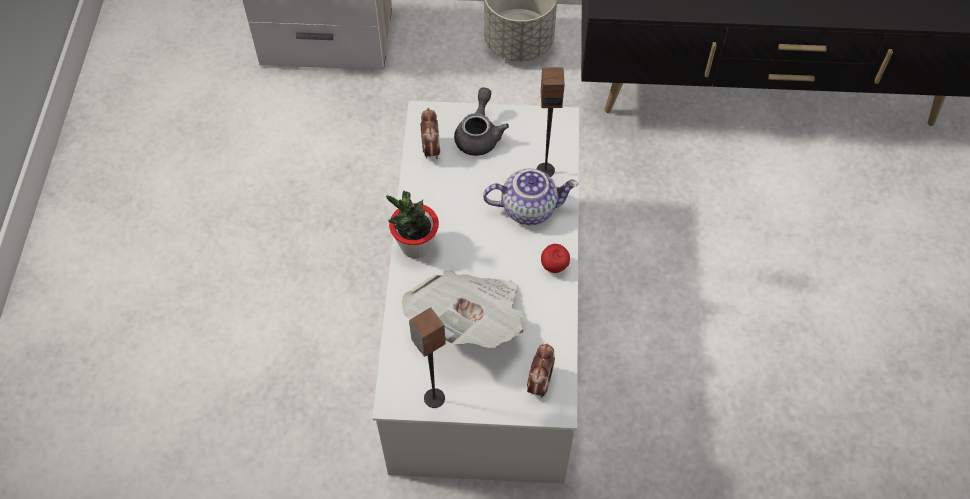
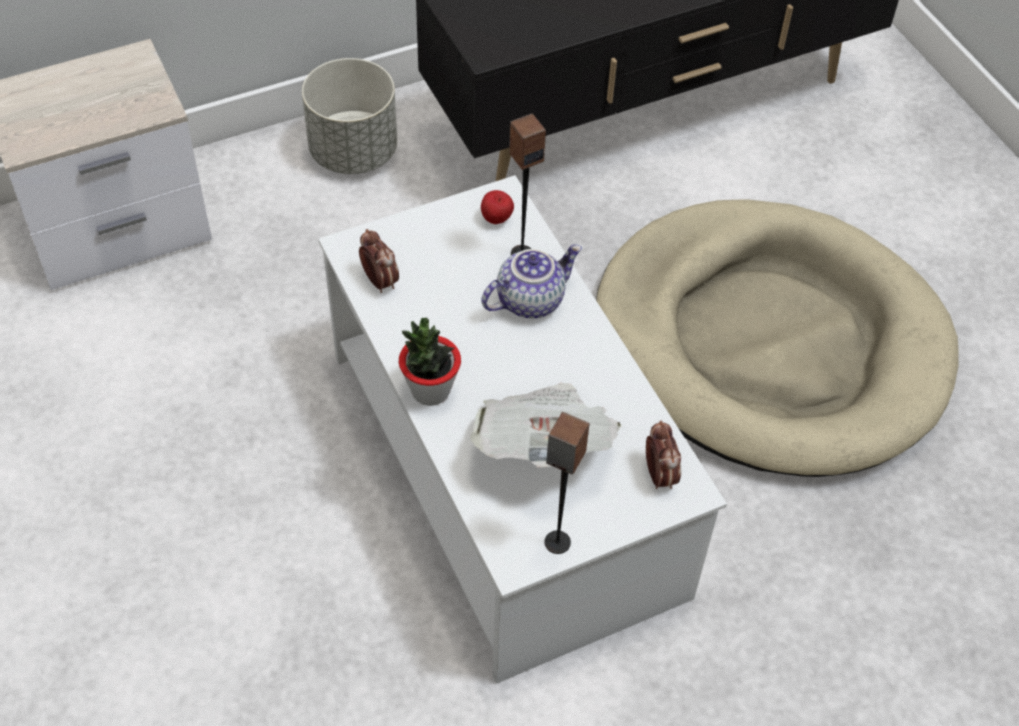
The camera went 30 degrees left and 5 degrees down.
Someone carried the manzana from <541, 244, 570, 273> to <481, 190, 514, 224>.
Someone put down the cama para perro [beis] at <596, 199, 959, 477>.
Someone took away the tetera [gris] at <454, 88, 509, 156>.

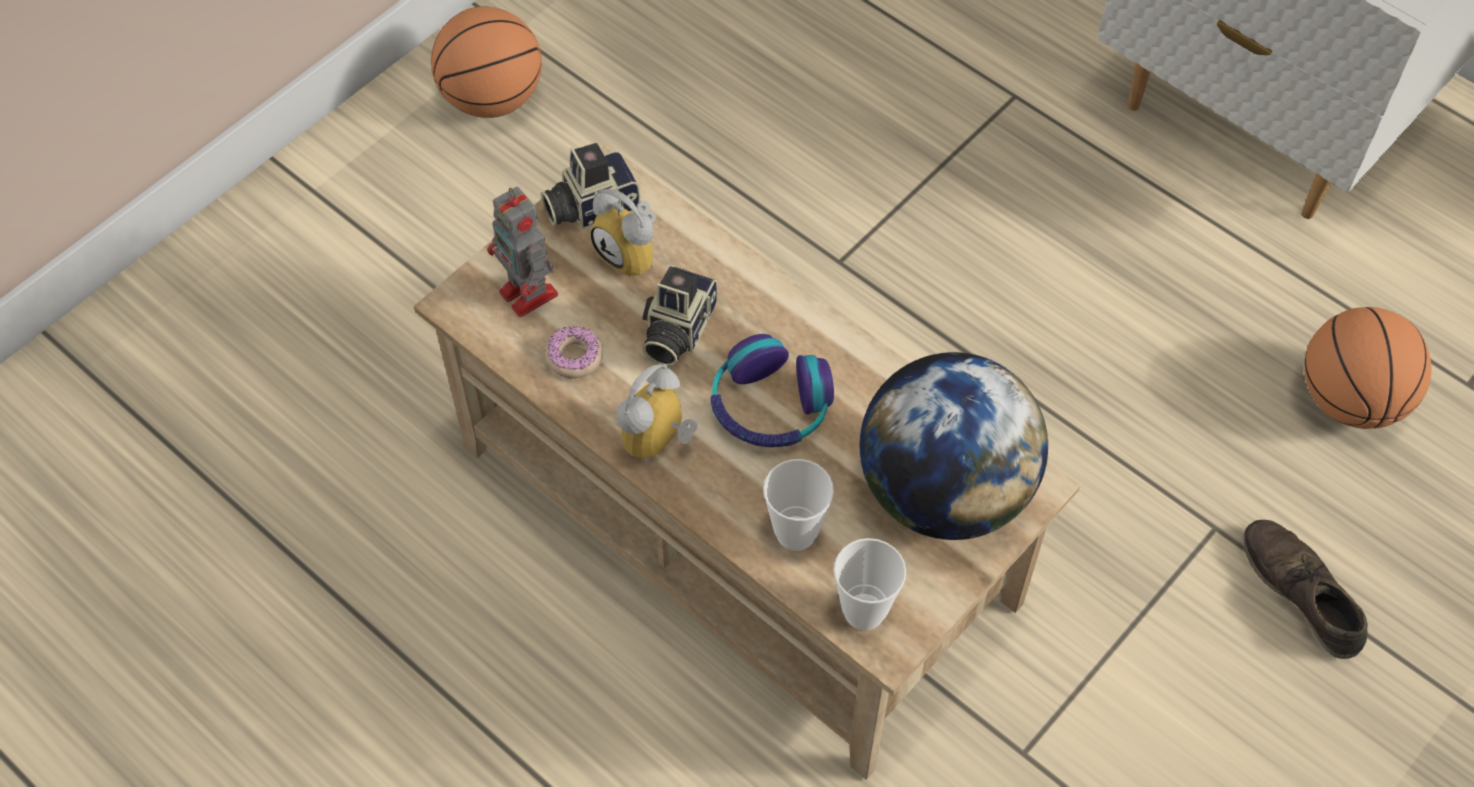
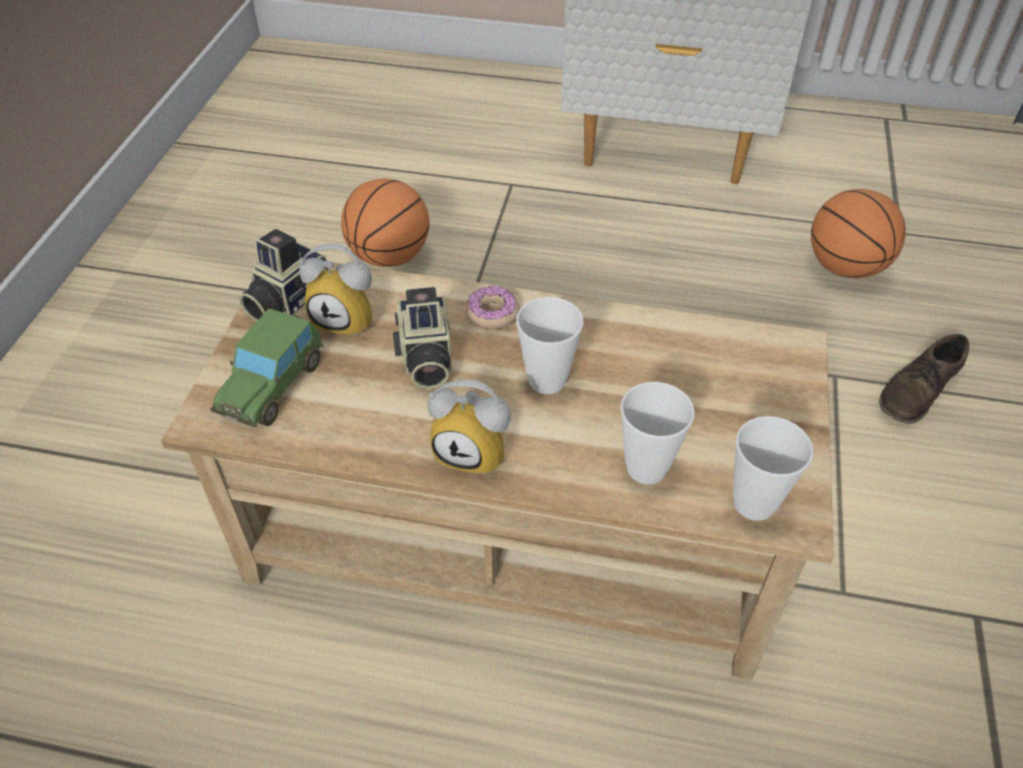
The camera went 30 degrees left and 10 degrees down.
Someone swapped the robot de juguete at <487, 187, 558, 317> for the coche de juguete at <210, 308, 323, 427>.
Someone carried the balón de baloncesto from <431, 7, 542, 118> to <341, 179, 430, 267>.
Someone rotated the despertador at <616, 364, 697, 465> by 75 degrees counterclockwise.
Someone carried the rosquilla from <545, 326, 603, 379> to <466, 285, 520, 329>.
Someone swapped the auriculares at <710, 334, 834, 447> for the taza at <516, 297, 584, 394>.
Someone rotated the zapato [marrón] at <1243, 520, 1368, 659> by 75 degrees counterclockwise.
Someone took away the globo terráqueo at <860, 352, 1048, 540>.

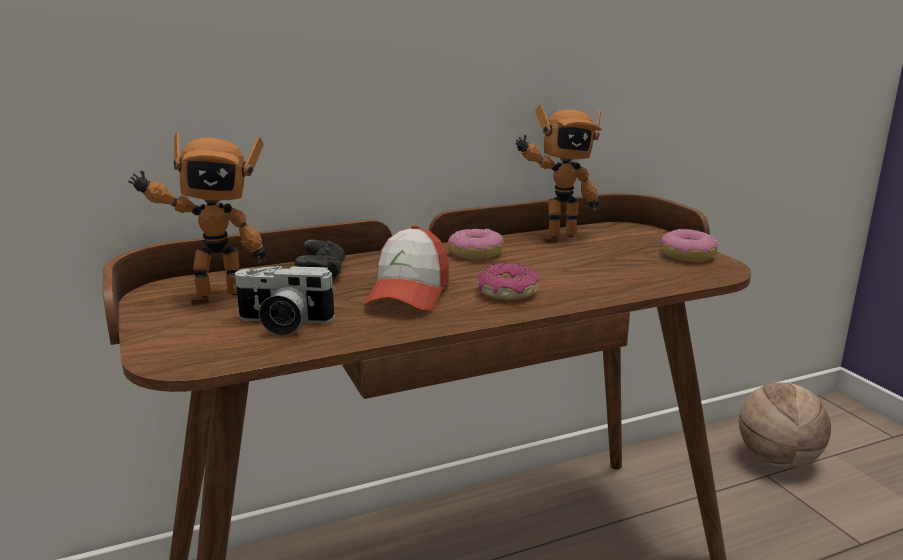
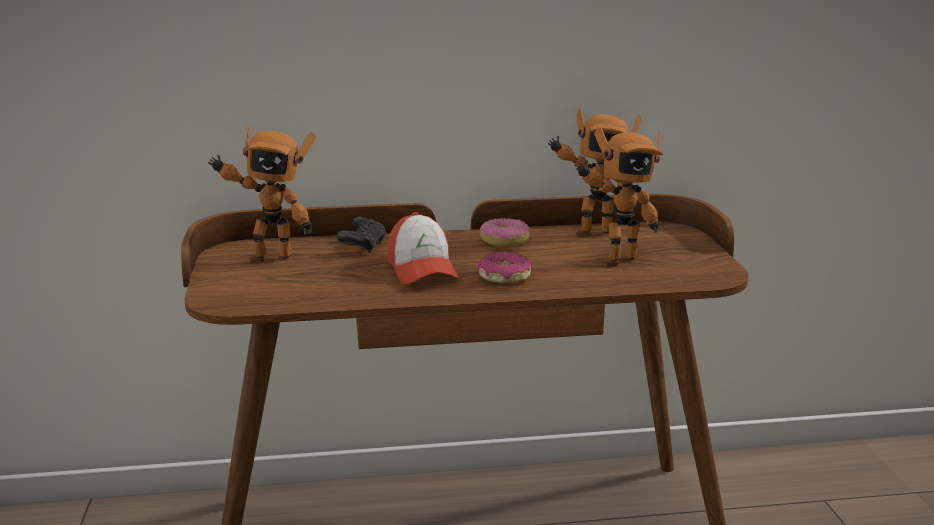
The camera went 15 degrees right and 0 degrees up.
Someone rotated the gorra at <363, 225, 449, 311> by 45 degrees counterclockwise.
Someone put down the robot de juguete at <576, 128, 664, 267>.
Someone took away the cámara at <233, 266, 336, 336>.
Someone took away the rosquilla at <661, 229, 718, 262>.
Someone took away the balón de baloncesto at <739, 382, 831, 468>.

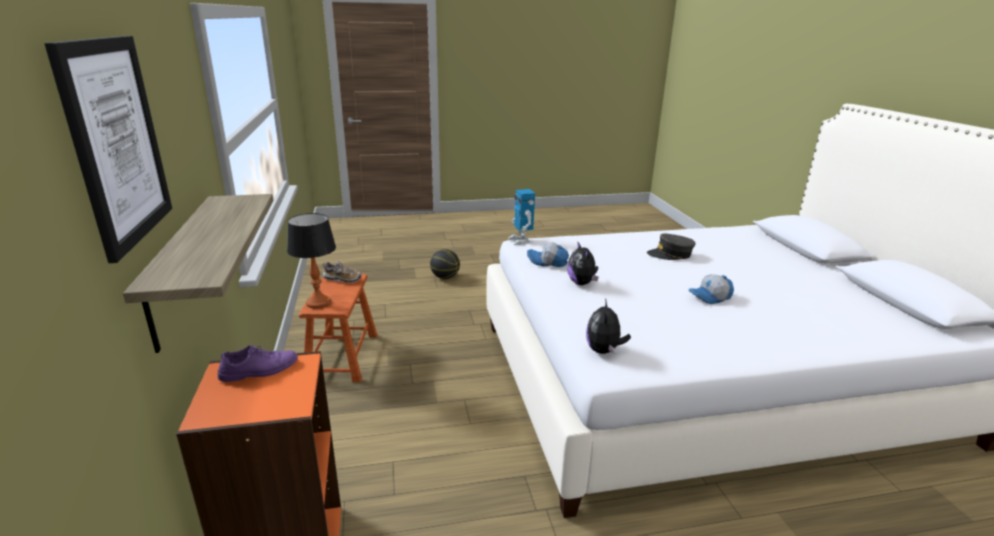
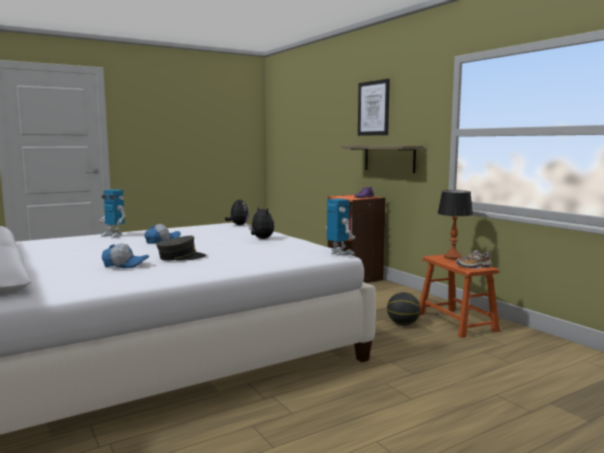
The camera went 160 degrees right and 15 degrees down.
Someone put down the robot de juguete at <100, 189, 126, 238>.
Someone carried the gorra from <527, 242, 569, 267> to <102, 243, 149, 268>.
Someone carried the balón de baloncesto from <430, 249, 460, 279> to <387, 292, 421, 325>.

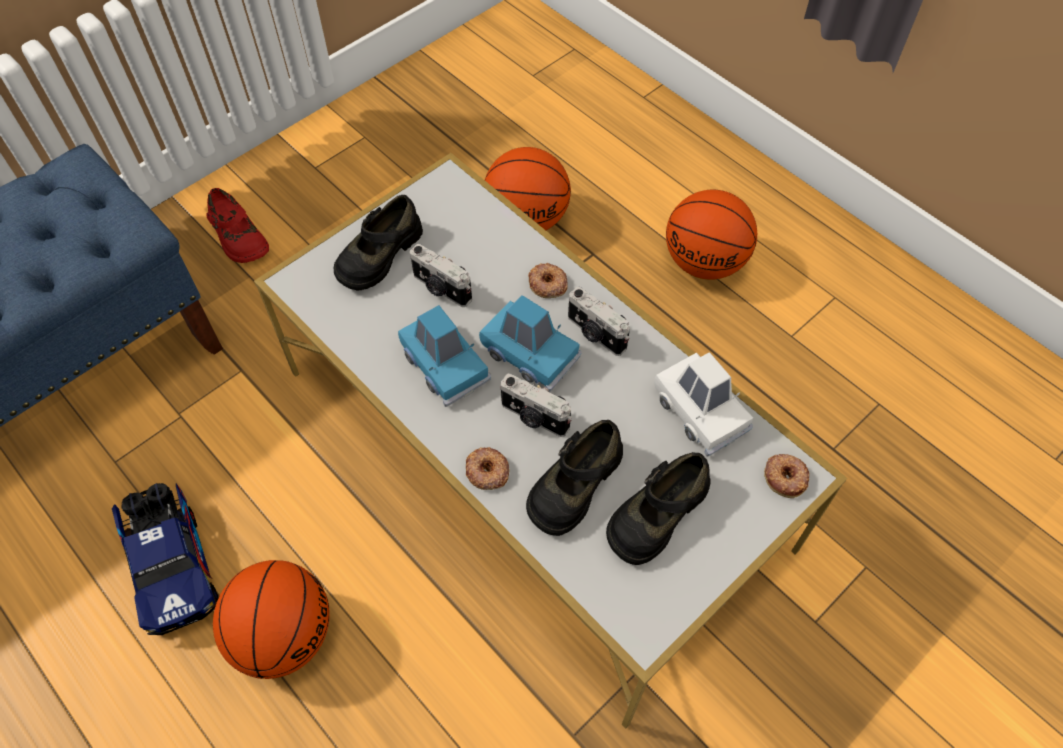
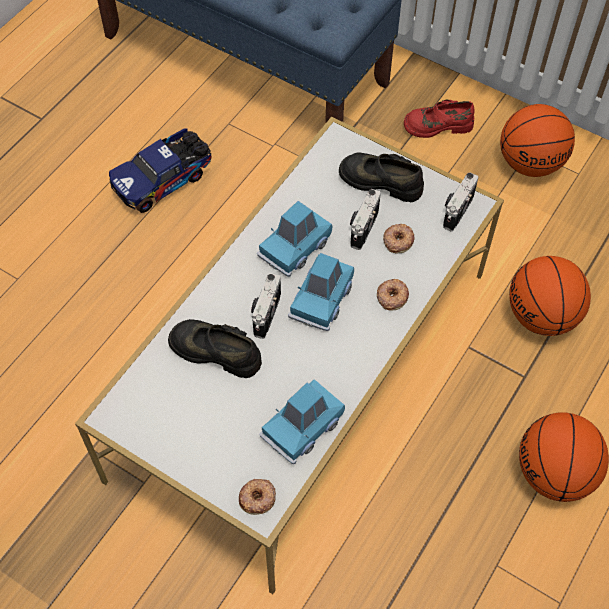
The camera went 75 degrees right and 0 degrees up.
Someone repainted the coche de juguete [blanco] at <654, 352, 753, 457>, which became the coche de juguete [azul] at <259, 379, 345, 464>.
Someone carried the rosquilla from <466, 447, 509, 490> to <383, 224, 415, 253>.
Someone rotated the zapato [rojo] at <206, 188, 269, 263> by 45 degrees clockwise.
Someone carried the cámara from <568, 286, 630, 356> to <443, 173, 478, 232>.
Someone carried the balón de baloncesto from <213, 560, 330, 679> to <500, 104, 575, 177>.
Someone took away the zapato [negro] at <606, 452, 711, 565>.

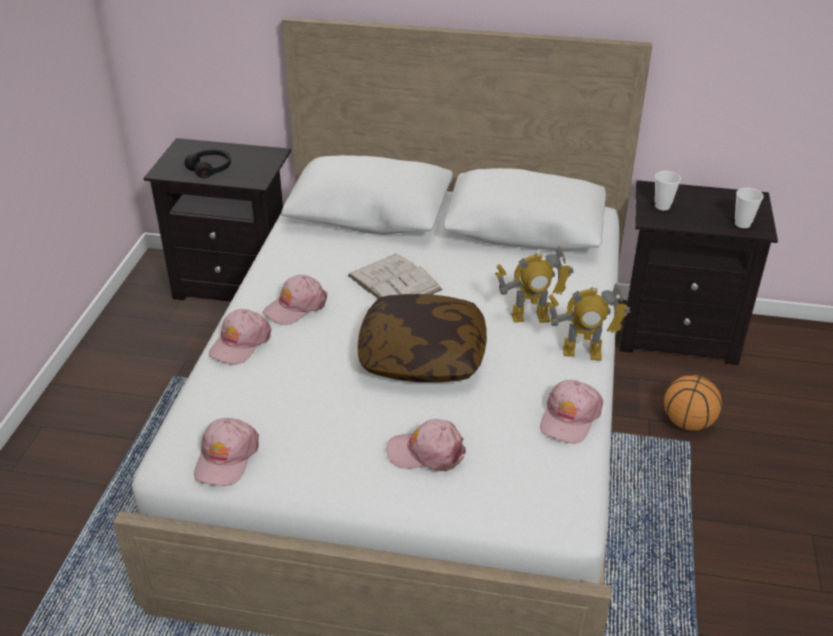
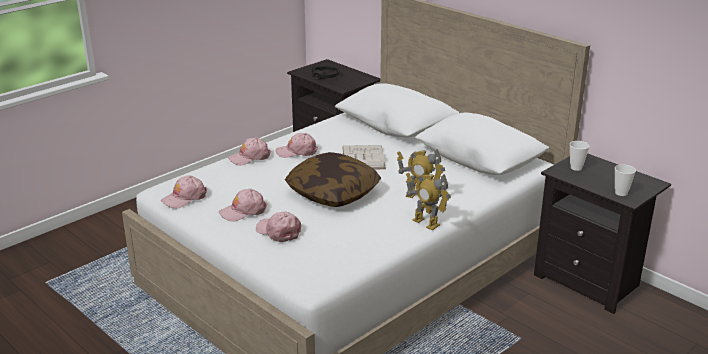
The camera went 35 degrees right and 10 degrees down.
Someone carried the gorra [rosa] from <540, 380, 603, 444> to <219, 189, 268, 222>.
Someone took away the balón de baloncesto at <664, 375, 722, 431>.

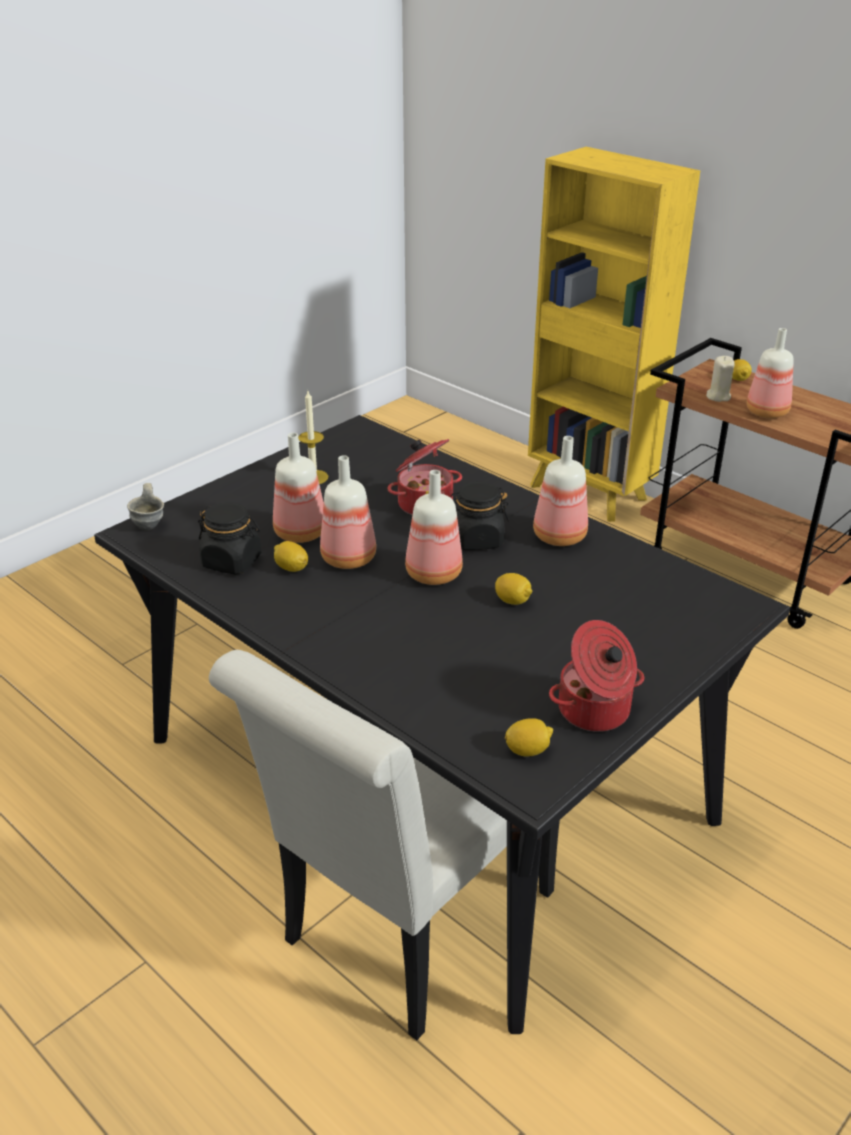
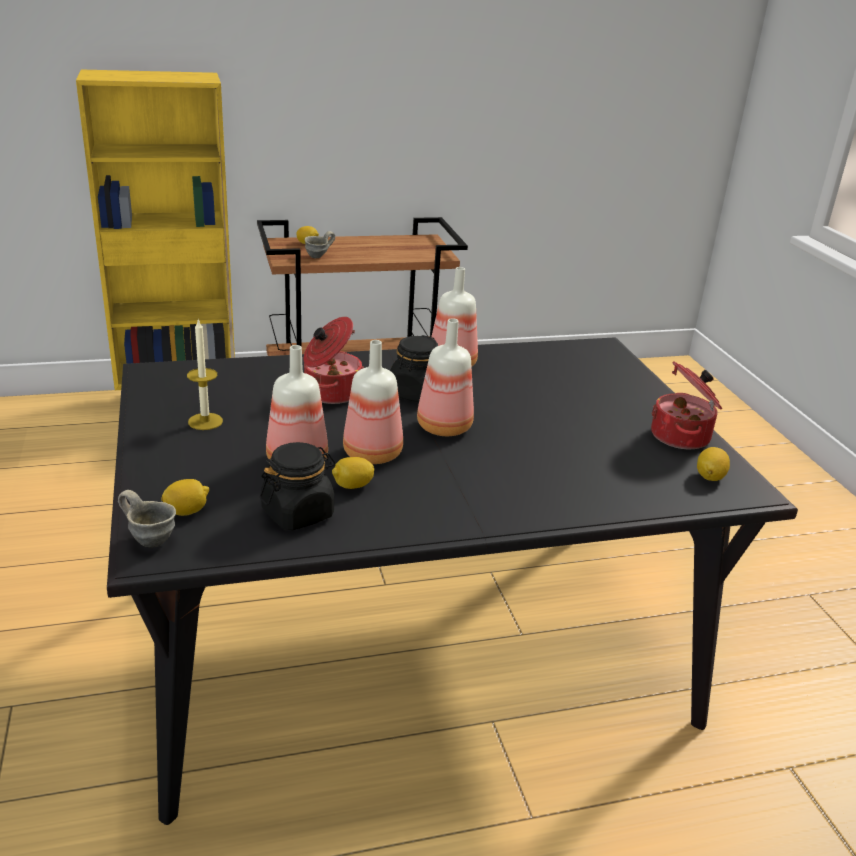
The camera went 60 degrees left and 5 degrees down.
Someone carried the limón from <495, 573, 532, 605> to <161, 479, 209, 516>.
Someone swapped the vela [beis] at <706, 356, 735, 402> for the taza grande [gris] at <305, 231, 335, 258>.
Someone took away the silla [blanco] at <209, 650, 560, 1040>.
Someone took away the botella at <746, 328, 794, 418>.

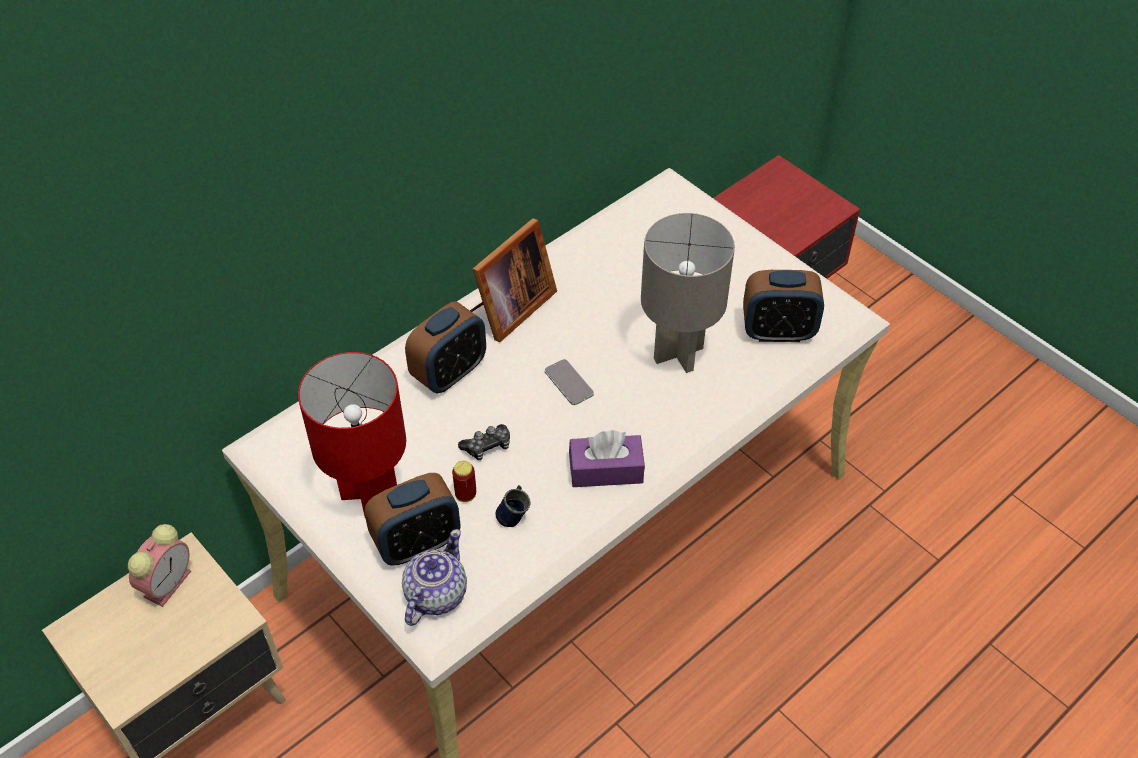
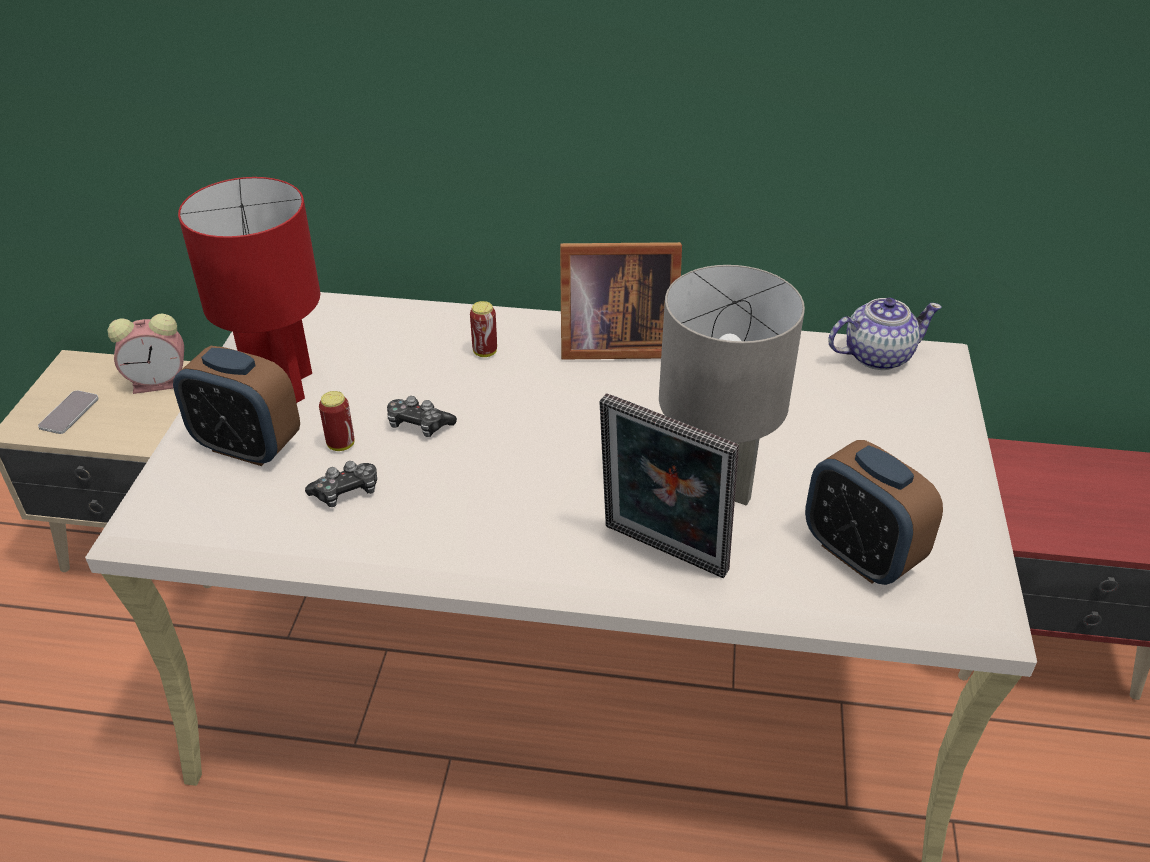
The camera went 50 degrees right and 10 degrees down.
Someone carried the móvil from <545, 359, 594, 405> to <38, 390, 99, 434>.
Someone swapped the taza grande [azul] at <496, 485, 531, 527> for the mando de consola at <305, 461, 377, 507>.
Someone swapped the despertador at <405, 301, 486, 393> for the lata at <470, 301, 497, 357>.
Someone put down the portarretratos at <600, 393, 739, 578>.
Someone carried the tetera from <402, 529, 467, 626> to <828, 298, 942, 370>.
Someone took away the caja de pañuelos [morado] at <569, 430, 645, 487>.

